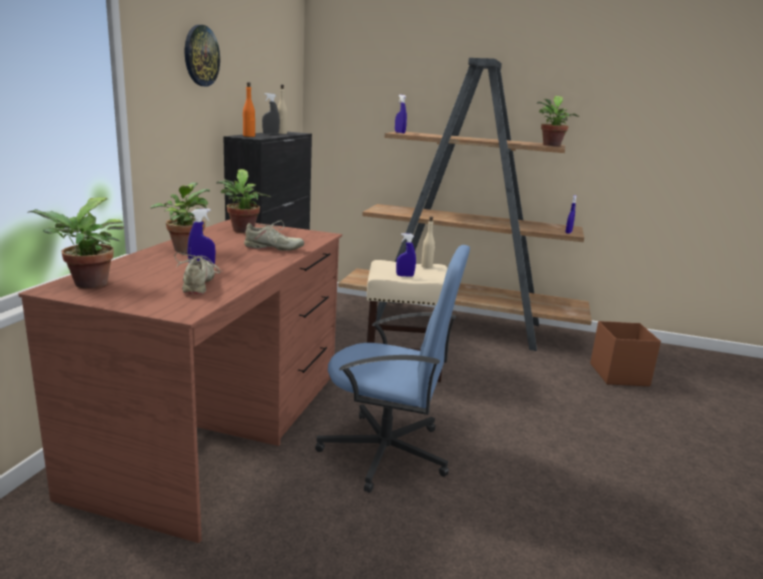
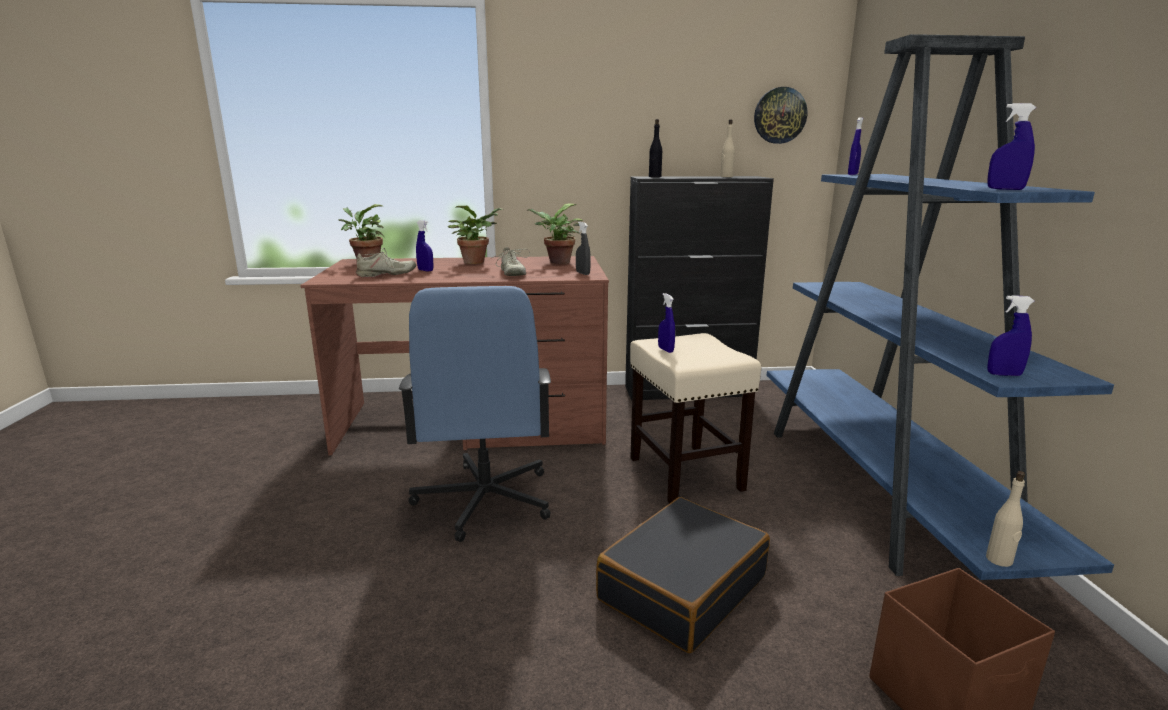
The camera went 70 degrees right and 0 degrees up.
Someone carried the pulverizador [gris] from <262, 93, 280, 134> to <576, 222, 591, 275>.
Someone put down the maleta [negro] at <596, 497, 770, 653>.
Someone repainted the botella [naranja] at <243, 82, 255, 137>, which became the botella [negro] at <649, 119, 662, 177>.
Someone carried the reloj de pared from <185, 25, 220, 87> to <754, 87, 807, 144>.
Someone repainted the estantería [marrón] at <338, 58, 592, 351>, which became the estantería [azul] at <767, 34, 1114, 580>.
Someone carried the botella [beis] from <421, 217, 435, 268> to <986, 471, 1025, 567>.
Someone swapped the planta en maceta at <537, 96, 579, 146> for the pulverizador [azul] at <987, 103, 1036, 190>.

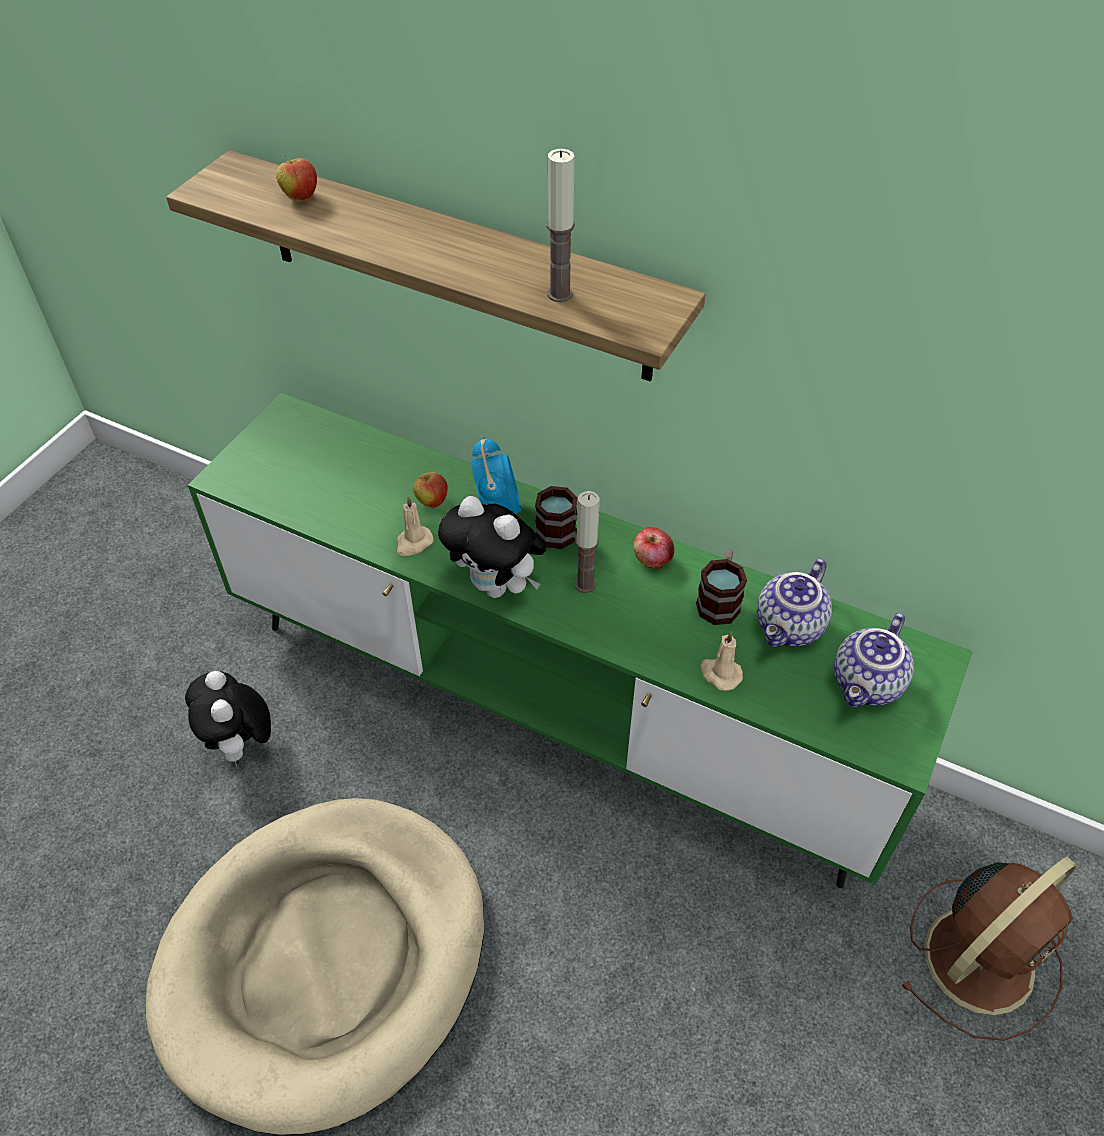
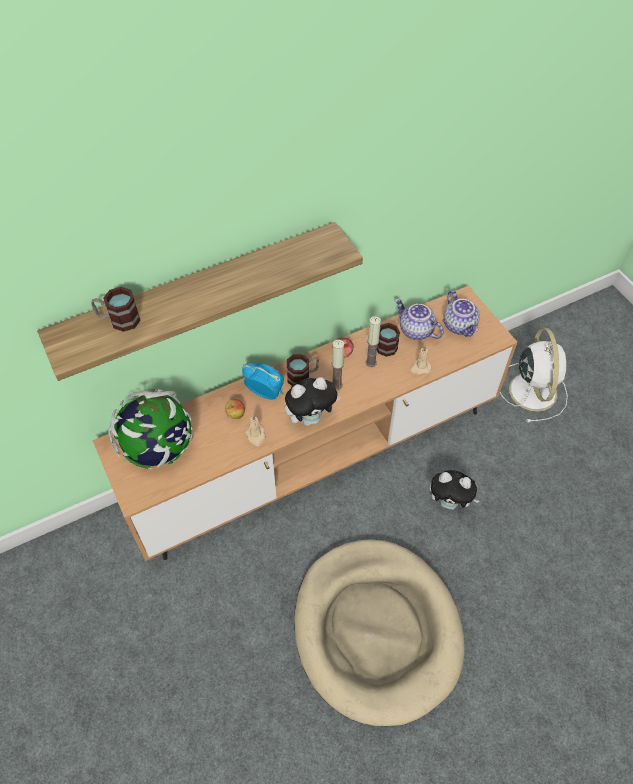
The camera went 55 degrees left and 5 degrees up.
Someone swapped the manzana at <276, 155, 317, 202> for the taza grande at <91, 287, 141, 332>.
Someone repainted the mueble de televisión [verde] at <188, 393, 973, 888>, which became the mueble de televisión [marrón] at <93, 285, 518, 561>.
Someone put down the globo terráqueo at <108, 389, 193, 469>.
Someone carried the vela from <547, 149, 575, 302> to <366, 316, 381, 367>.
Someone rotated the tetera at <757, 559, 832, 647> by 150 degrees clockwise.
Someone carried the peluche from <185, 671, 271, 767> to <429, 470, 480, 510>.
Someone repainted the ventilador [marrón] at <900, 857, 1077, 1041>, which became the ventilador [blanco] at <500, 328, 568, 423>.

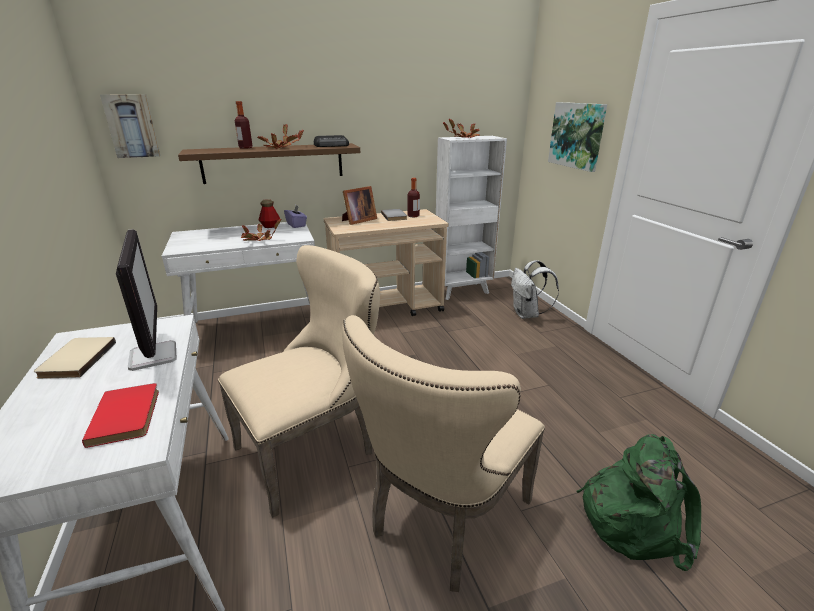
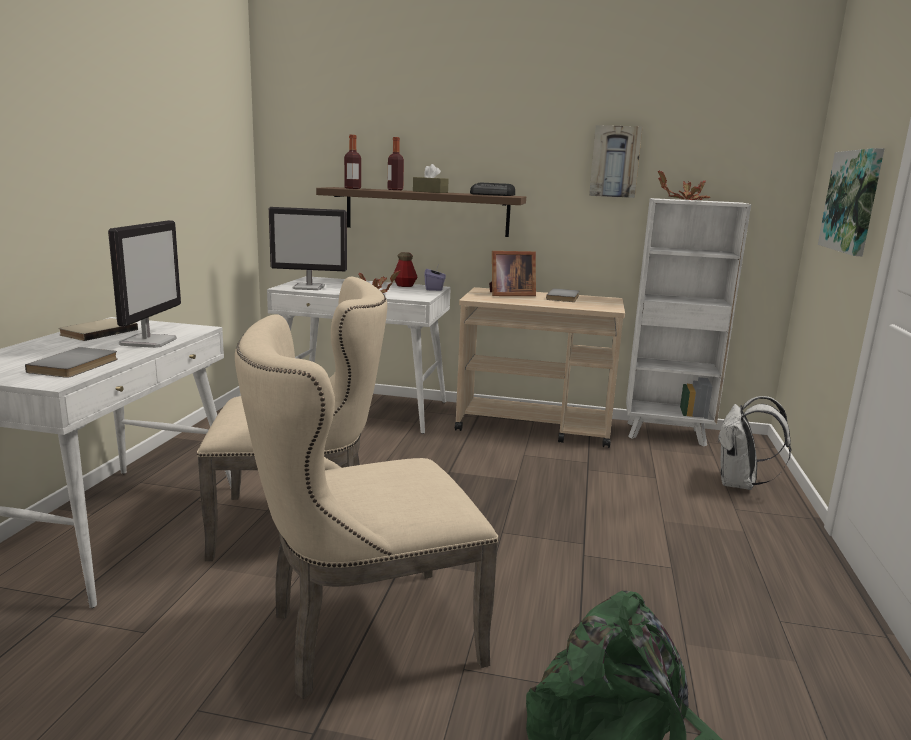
The camera went 30 degrees right and 10 degrees down.
Someone repainted the libro [rojo] at <82, 383, 159, 448>, which became the libro [gris] at <25, 347, 118, 378>.
Someone put down the monitor at <269, 207, 347, 290>.
Someone carried the botella from <408, 178, 420, 217> to <344, 135, 361, 189>.
Someone swapped the planta en maceta at <257, 124, 304, 149> for the caja de pañuelos [marrón] at <413, 164, 449, 193>.
Someone carried the cuadro from <100, 94, 161, 158> to <589, 125, 643, 198>.

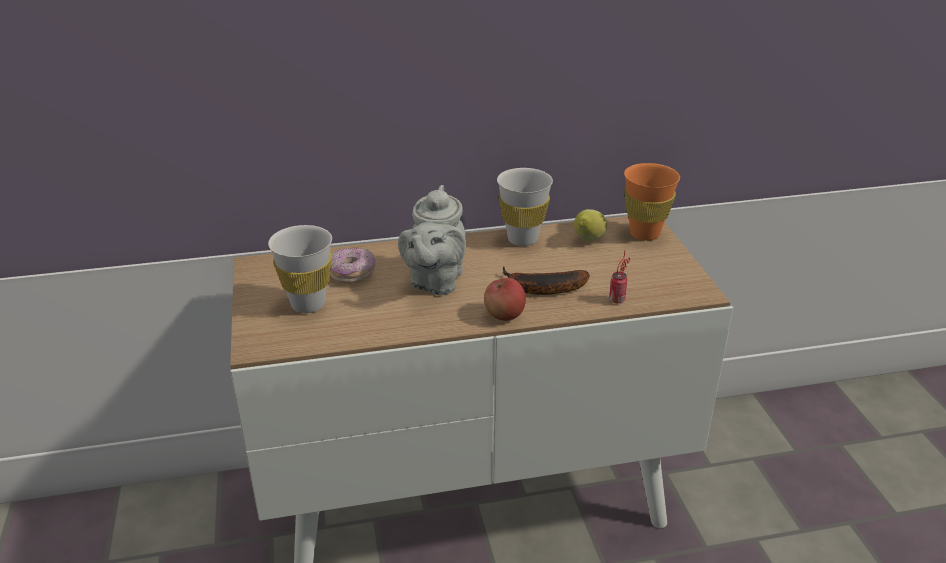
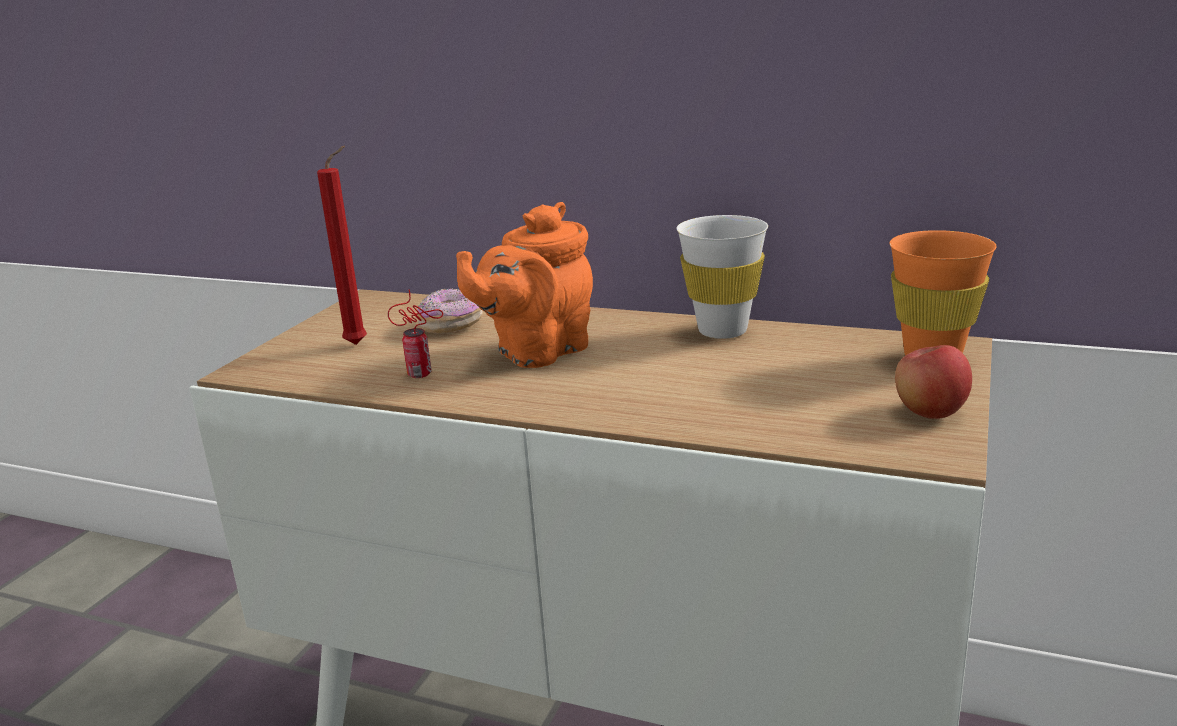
The camera went 35 degrees right and 10 degrees down.
Someone swapped the taza [blanco] at <268, 225, 332, 313> for the vela [rojo] at <317, 145, 367, 345>.
Someone carried the lata from <609, 251, 630, 304> to <388, 289, 443, 378>.
Someone repainted the tetera [gris] at <398, 185, 466, 295>, which became the tetera [naranja] at <456, 202, 593, 368>.
Someone carried the manzana from <484, 278, 526, 321> to <895, 345, 972, 419>.
Someone took away the plátano at <503, 266, 590, 295>.
Someone took away the limón at <574, 209, 607, 241>.

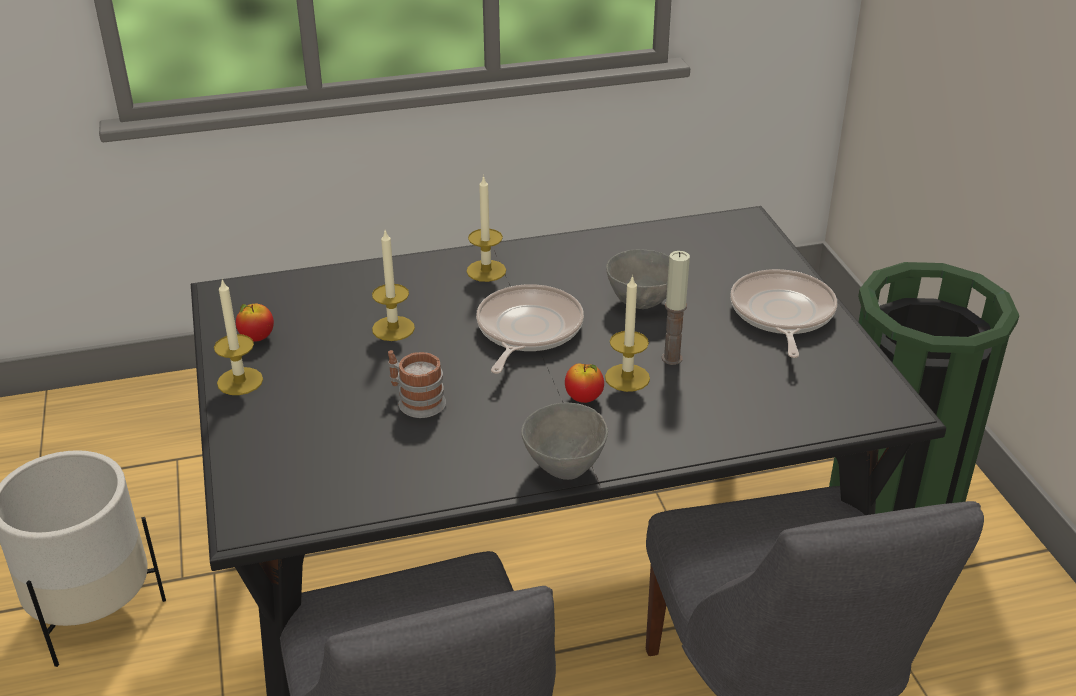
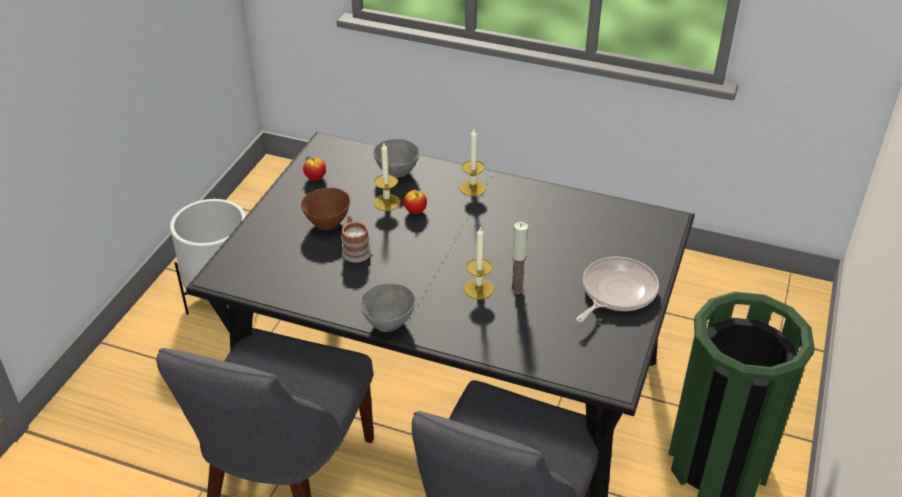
The camera went 35 degrees right and 5 degrees up.
Someone put down the cuenco [marrón] at <301, 188, 350, 230>.
Someone carried the cuenco [gris] from <606, 249, 669, 309> to <373, 139, 420, 178>.
Someone carried the manzana from <565, 363, 604, 403> to <404, 190, 427, 214>.
Someone took away the vela at <214, 280, 263, 395>.
Someone took away the sartén at <476, 284, 584, 374>.

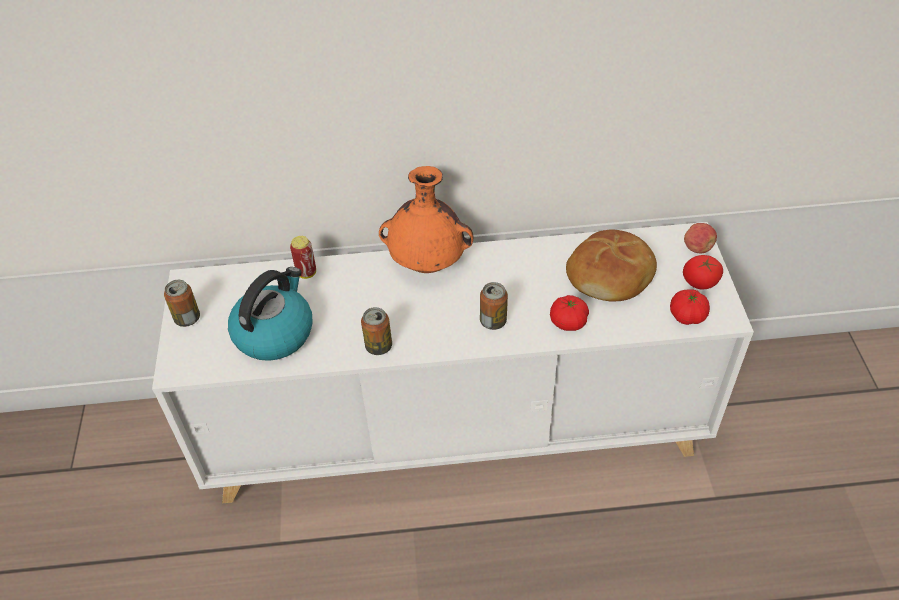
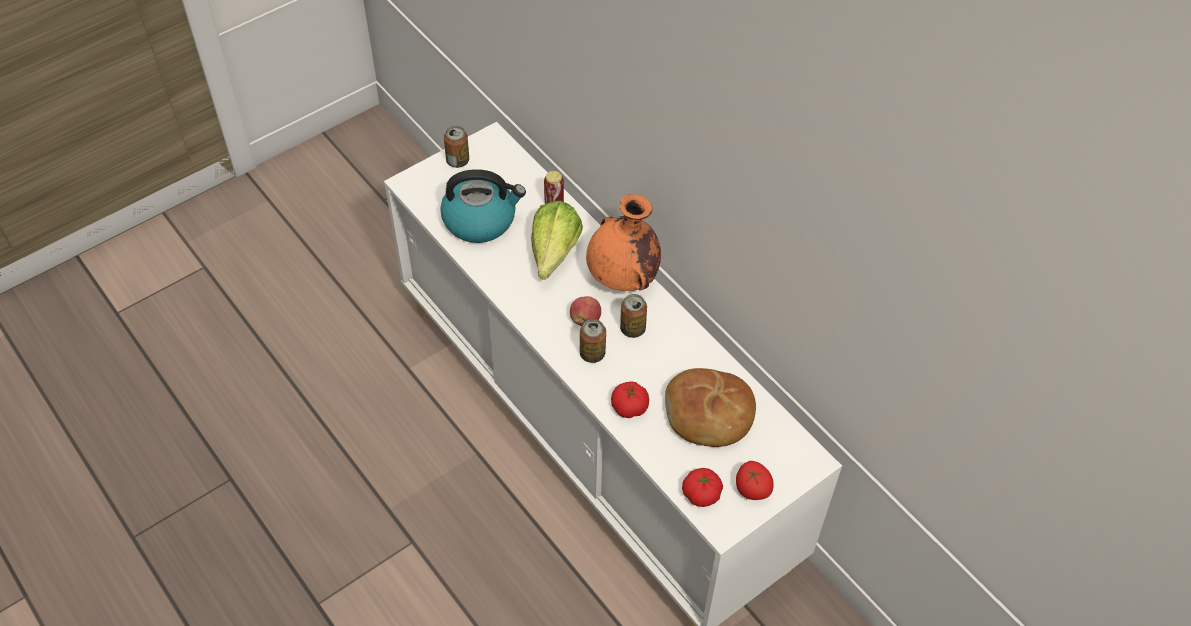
The camera went 55 degrees right and 5 degrees up.
Someone put down the lechuga at <531, 201, 583, 280>.
Someone carried the manzana from <684, 223, 717, 253> to <570, 296, 601, 326>.
Someone carried the lata from <361, 307, 392, 355> to <620, 294, 647, 338>.

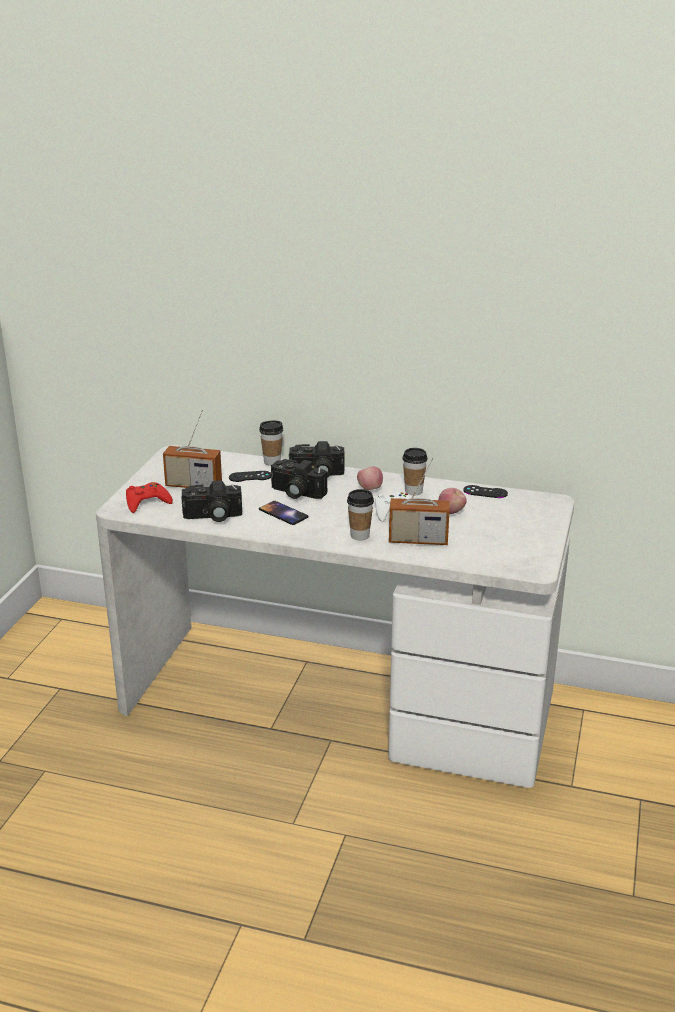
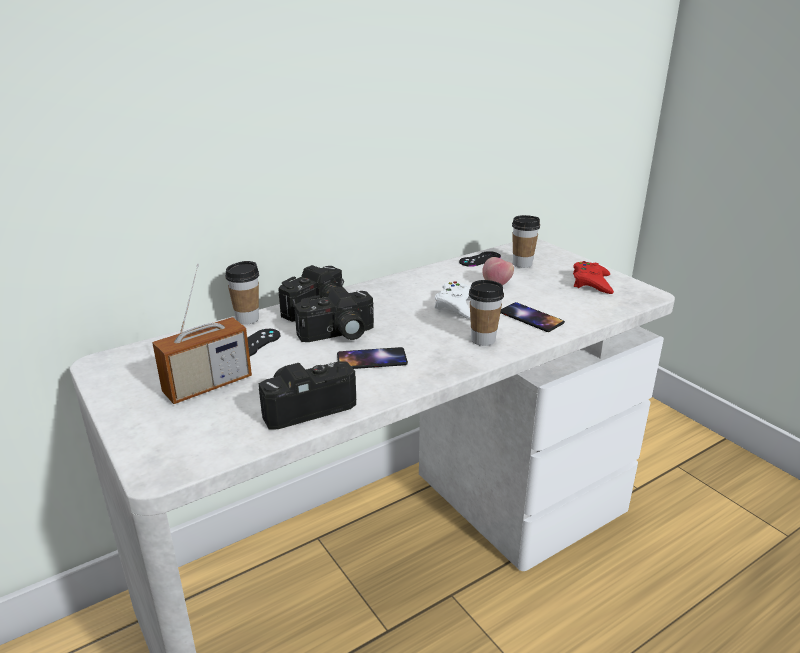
The camera went 50 degrees left and 0 degrees up.
Someone rotated the cámara at <181, 481, 242, 522> by 150 degrees counterclockwise.
Someone swapped the radio at <389, 458, 450, 545> for the móvil at <500, 302, 565, 332>.
Someone carried the taza from <402, 448, 428, 495> to <512, 215, 540, 268>.
Someone carried the mando de consola [rojo] from <126, 482, 173, 513> to <573, 261, 614, 294>.
Someone took away the manzana at <357, 466, 383, 491>.

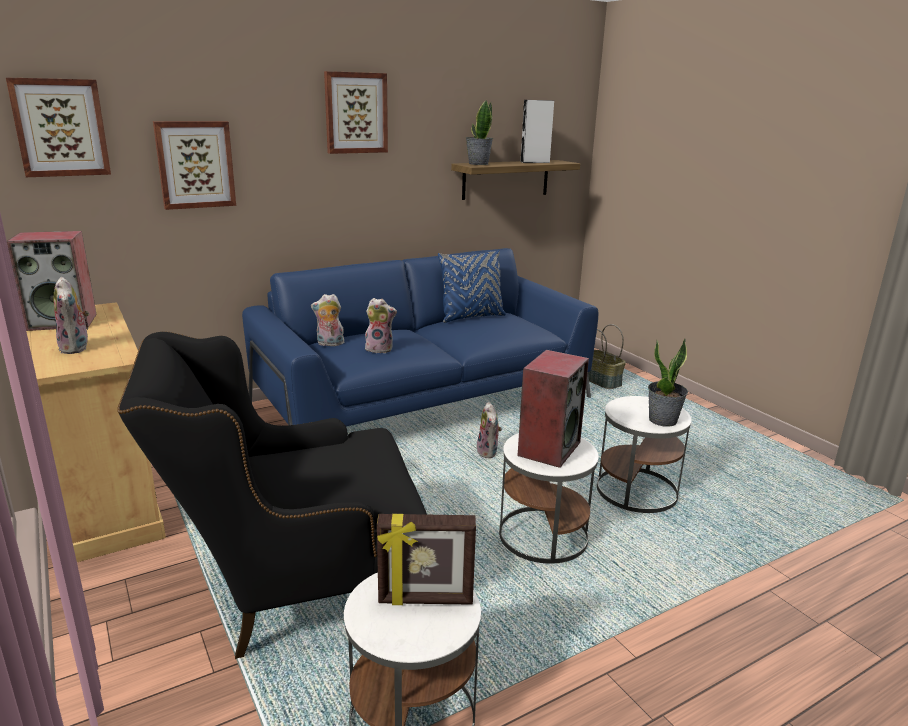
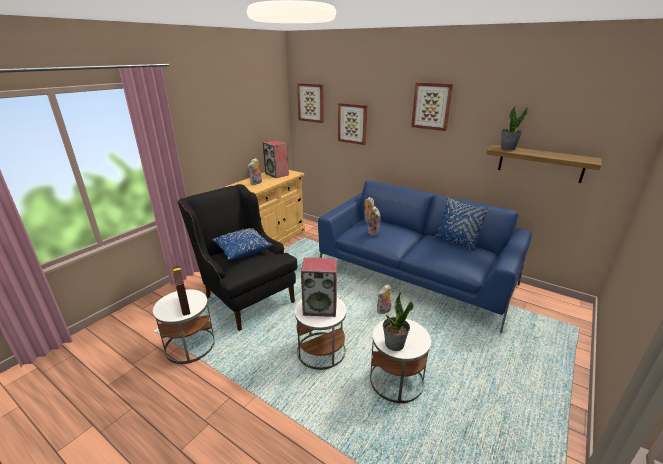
The camera went 65 degrees right and 5 degrees up.
Someone put down the cojín [azul] at <212, 228, 273, 260>.
Someone took away the altavoz [gris] at <521, 100, 554, 163>.
Someone took away the cesta at <588, 324, 626, 389>.

